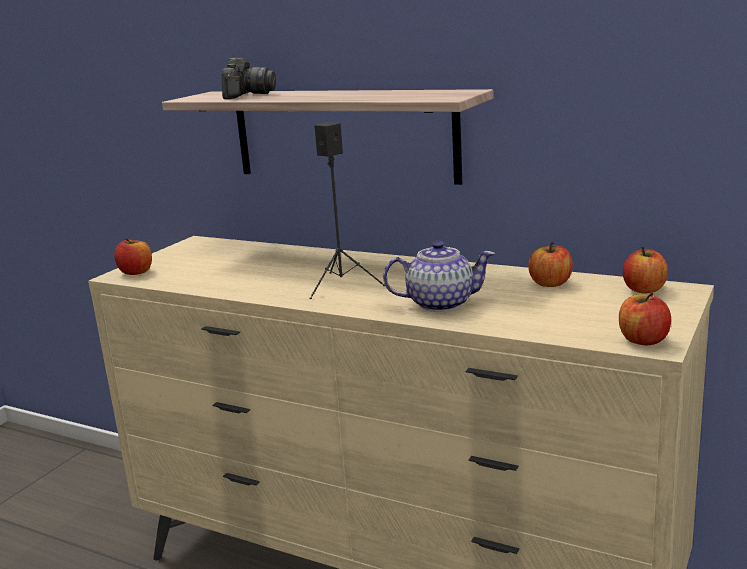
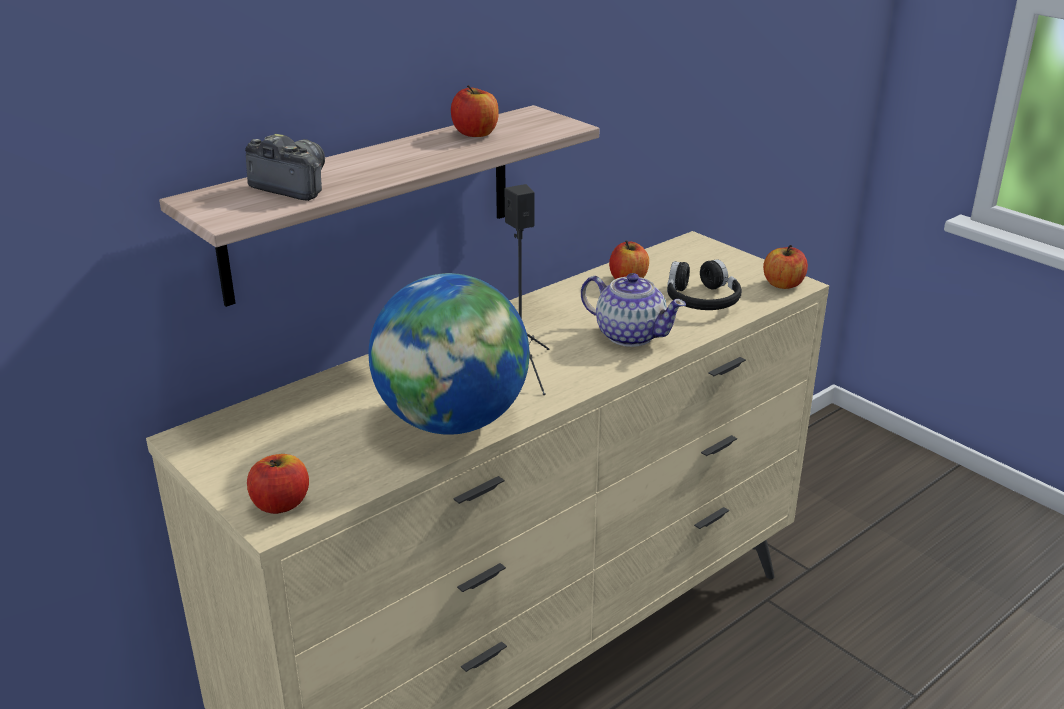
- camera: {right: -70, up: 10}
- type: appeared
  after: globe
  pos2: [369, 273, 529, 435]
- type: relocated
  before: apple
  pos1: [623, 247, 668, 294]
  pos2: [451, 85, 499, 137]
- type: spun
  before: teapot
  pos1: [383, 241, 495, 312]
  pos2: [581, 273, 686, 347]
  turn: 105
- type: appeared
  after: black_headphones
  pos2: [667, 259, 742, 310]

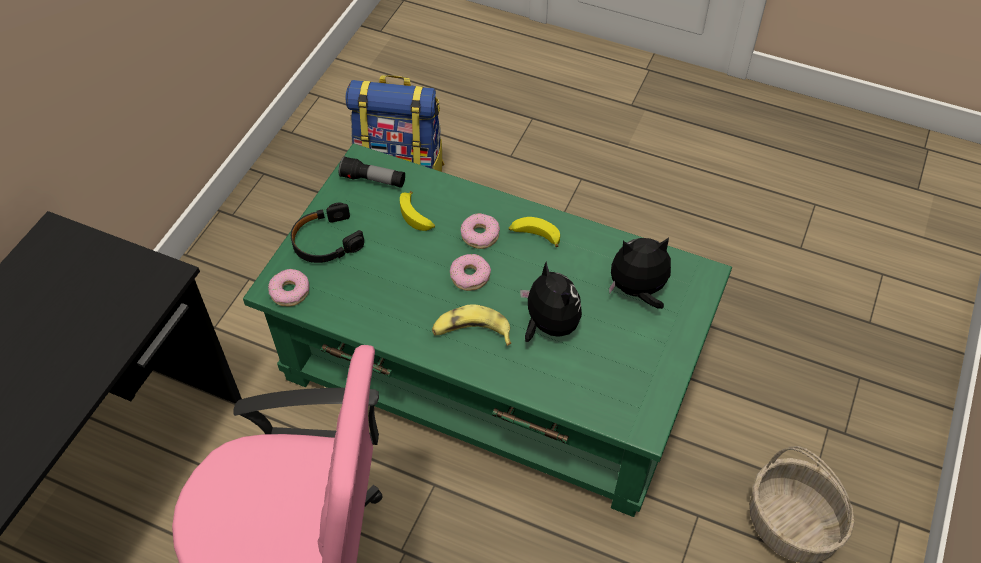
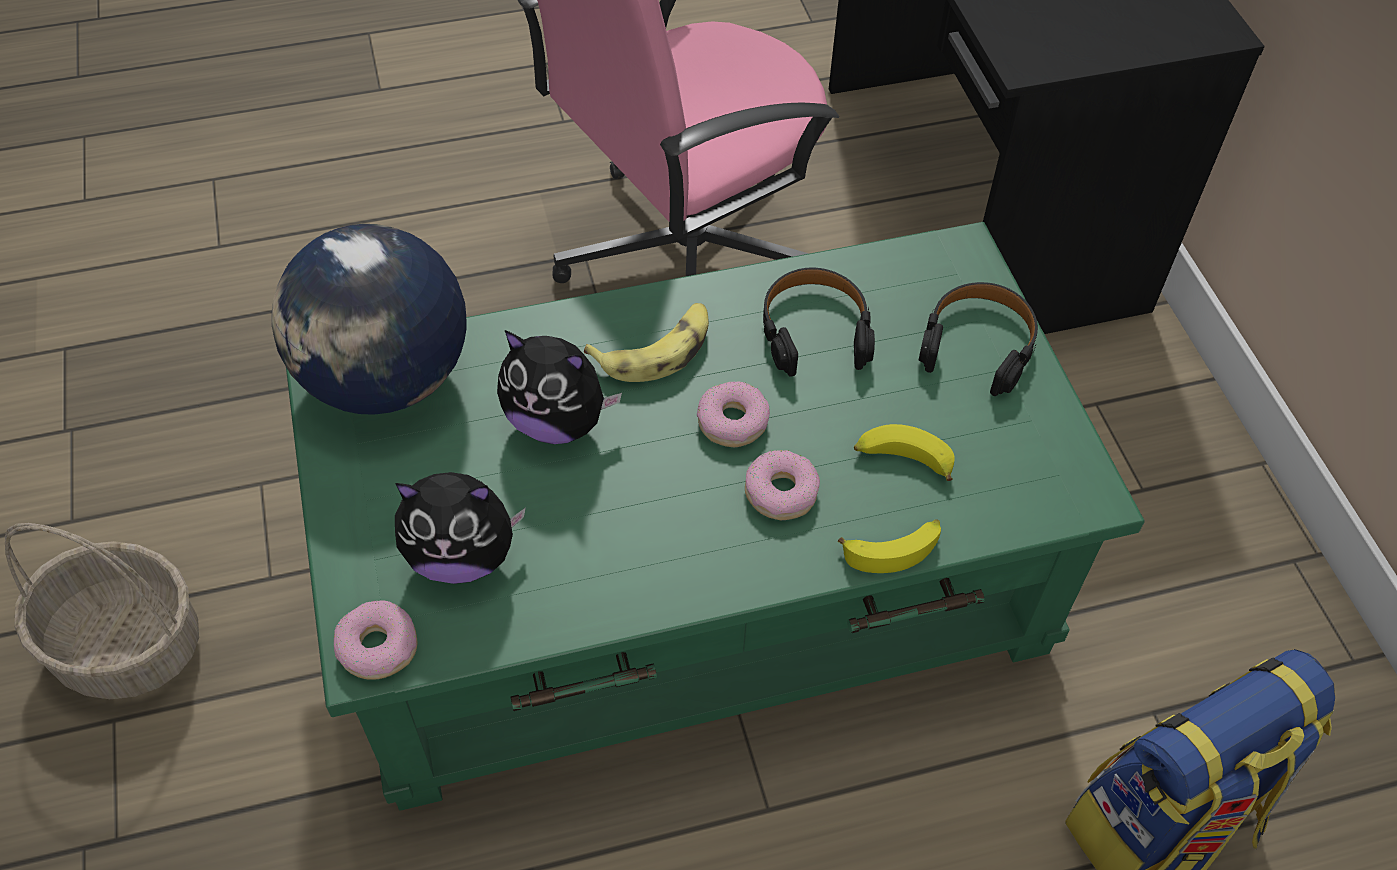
- camera: {right: 140, up: 0}
- type: appeared
  after: globe
  pos2: [272, 224, 467, 415]
- type: relocated
  before: donut
  pos1: [268, 269, 309, 306]
  pos2: [334, 600, 418, 680]
- type: spun
  before: plush_toy
  pos1: [609, 237, 671, 309]
  pos2: [395, 472, 526, 584]
  turn: 45
- type: appeared
  after: black_headphones
  pos2: [763, 268, 875, 377]
- type: relocated
  before: banana
  pos1: [509, 217, 560, 247]
  pos2: [838, 519, 941, 573]
- type: missing
  before: flashlight
  pos1: [339, 156, 405, 188]

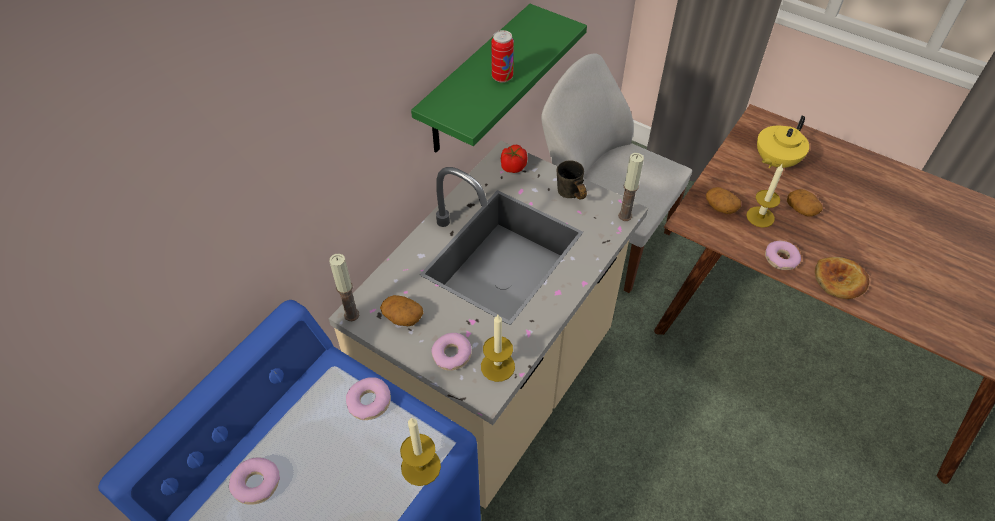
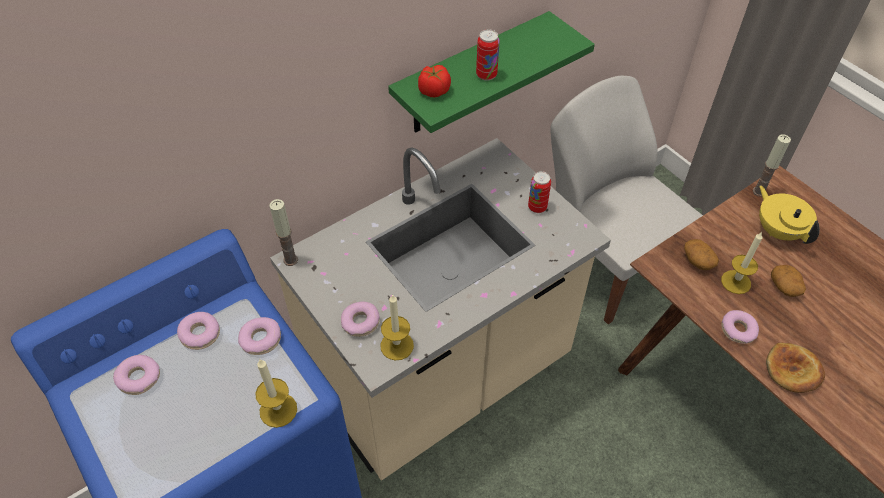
- camera: {right: 20, up: 0}
- type: appeared
  after: donut
  pos2: [177, 312, 220, 350]
- type: relocated
  before: tomato
  pos1: [501, 145, 527, 173]
  pos2: [418, 65, 451, 97]
- type: exchanged
  before: grey_mug
  after: can
  pos1: [557, 160, 587, 199]
  pos2: [528, 171, 551, 213]
- type: relocated
  before: candle
  pos1: [618, 153, 644, 221]
  pos2: [753, 134, 791, 197]
- type: spun
  before: yellow_teapot
  pos1: [757, 115, 809, 168]
  pos2: [759, 185, 820, 244]
  turn: 90
- type: missing
  before: potato
  pos1: [380, 295, 423, 326]

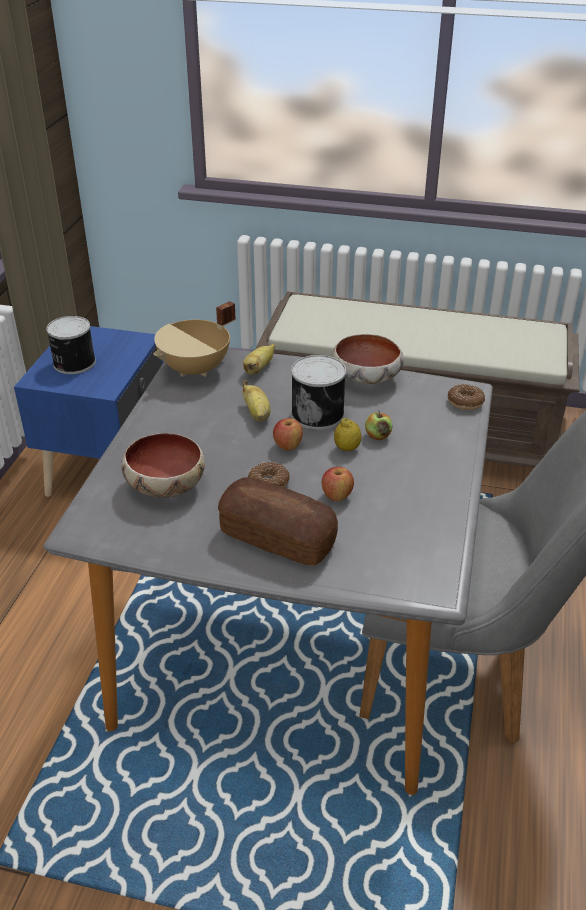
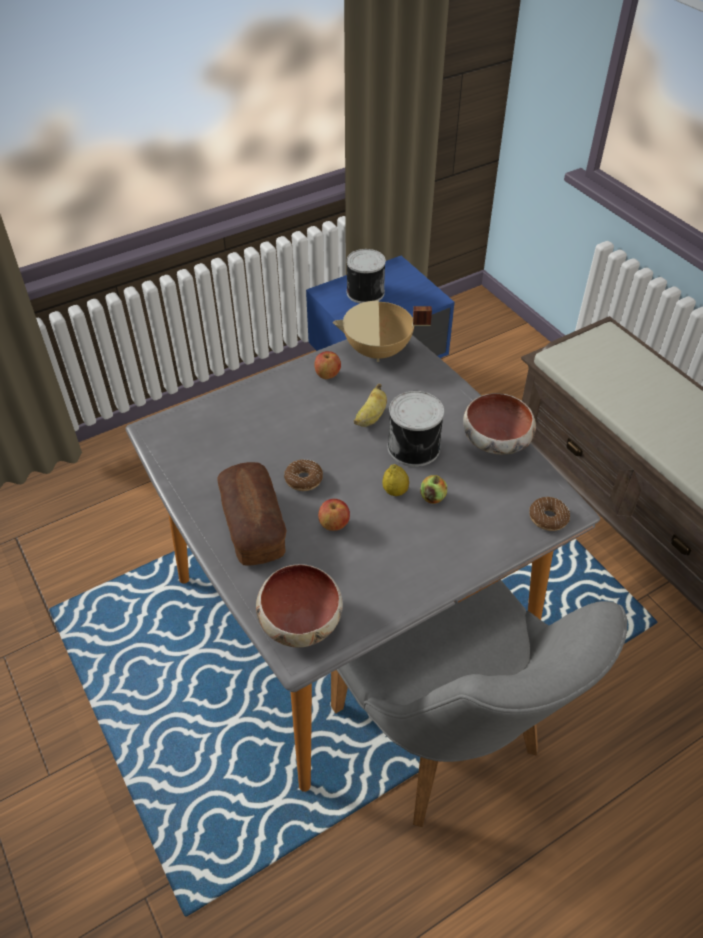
- camera: {right: 45, up: 10}
- type: relocated
  before: bowl
  pos1: [121, 433, 205, 498]
  pos2: [256, 564, 343, 648]
- type: relocated
  before: apple
  pos1: [273, 418, 303, 451]
  pos2: [314, 351, 341, 379]
- type: missing
  before: banana
  pos1: [243, 344, 275, 375]

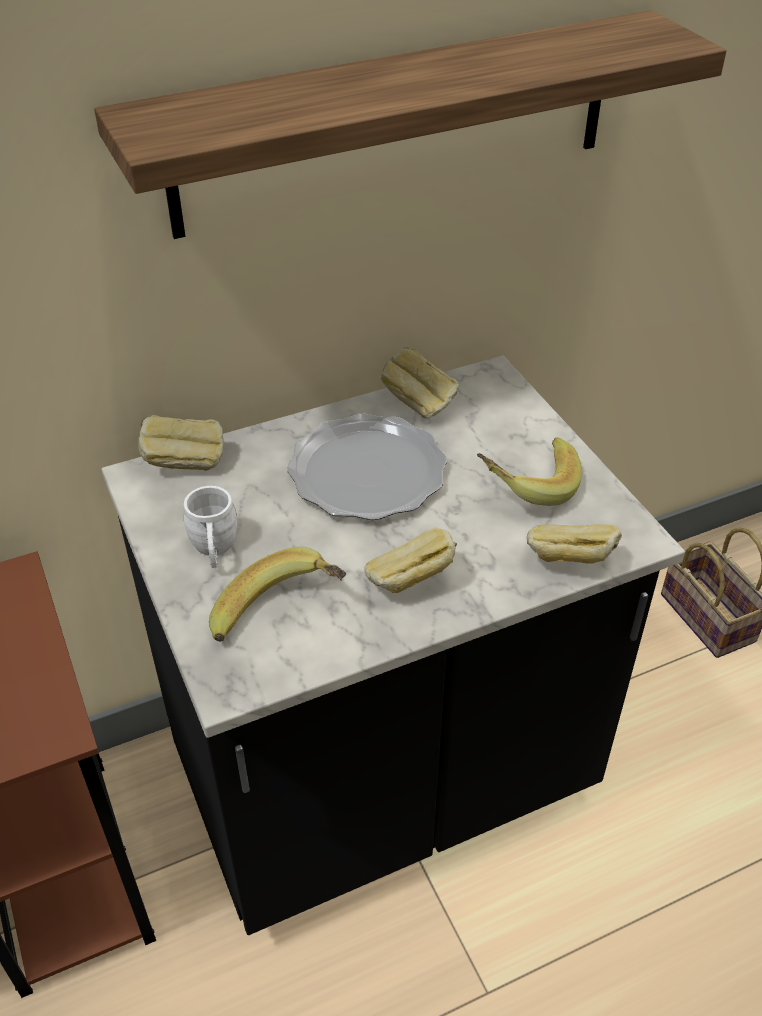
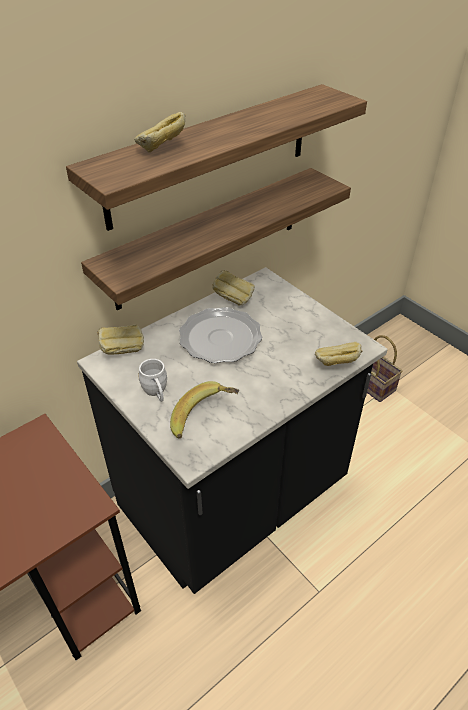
- camera: {right: -15, up: 0}
- type: appeared
  after: shelf
  pos2: [81, 168, 351, 310]
- type: relocated
  before: bread
  pos1: [364, 527, 457, 593]
  pos2: [134, 112, 185, 153]
- type: missing
  before: banana
  pos1: [477, 437, 582, 506]

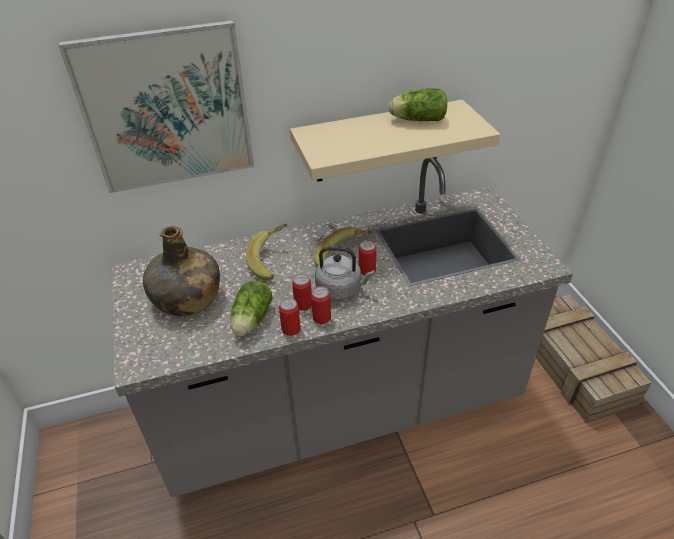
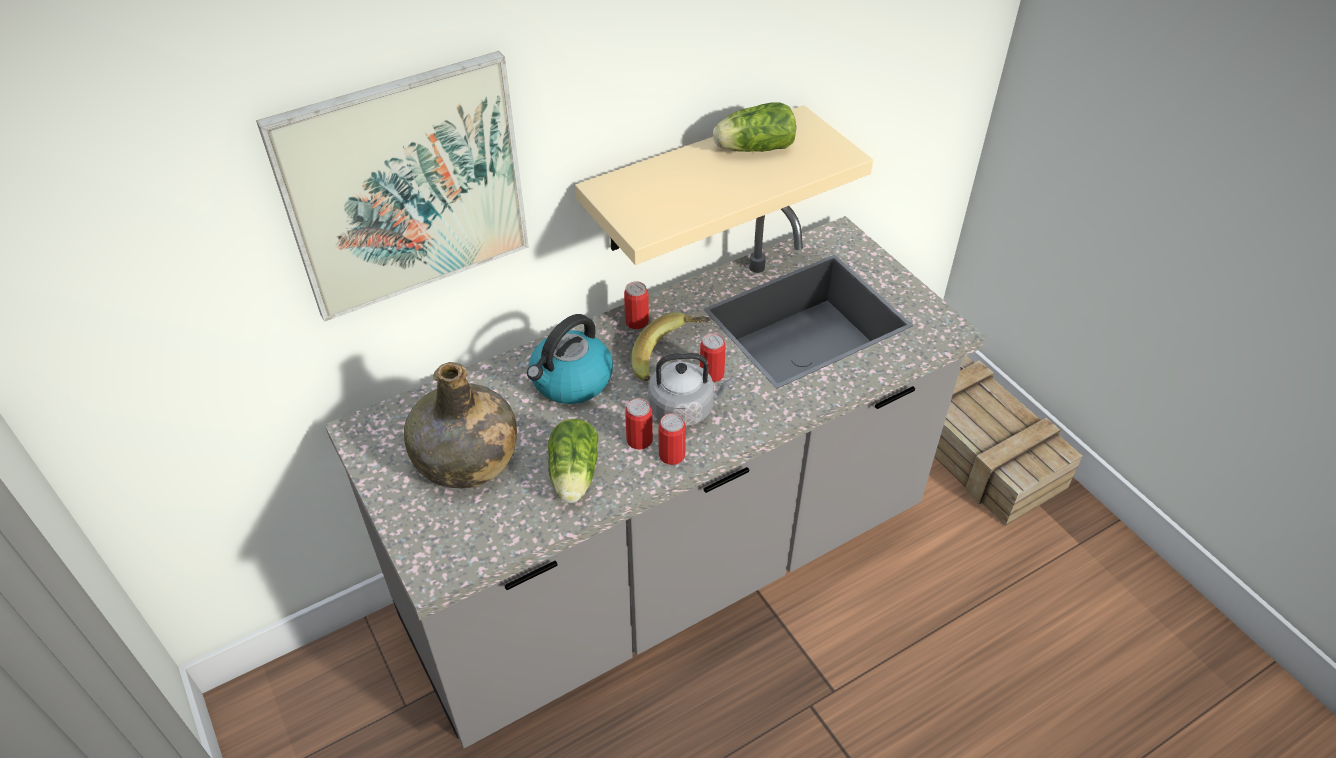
- camera: {right: -15, up: 5}
- type: exchanged
  before: banana
  after: kettle
  pos1: [246, 223, 288, 280]
  pos2: [527, 314, 613, 404]
- type: relocated
  before: can
  pos1: [279, 298, 301, 336]
  pos2: [624, 281, 649, 329]

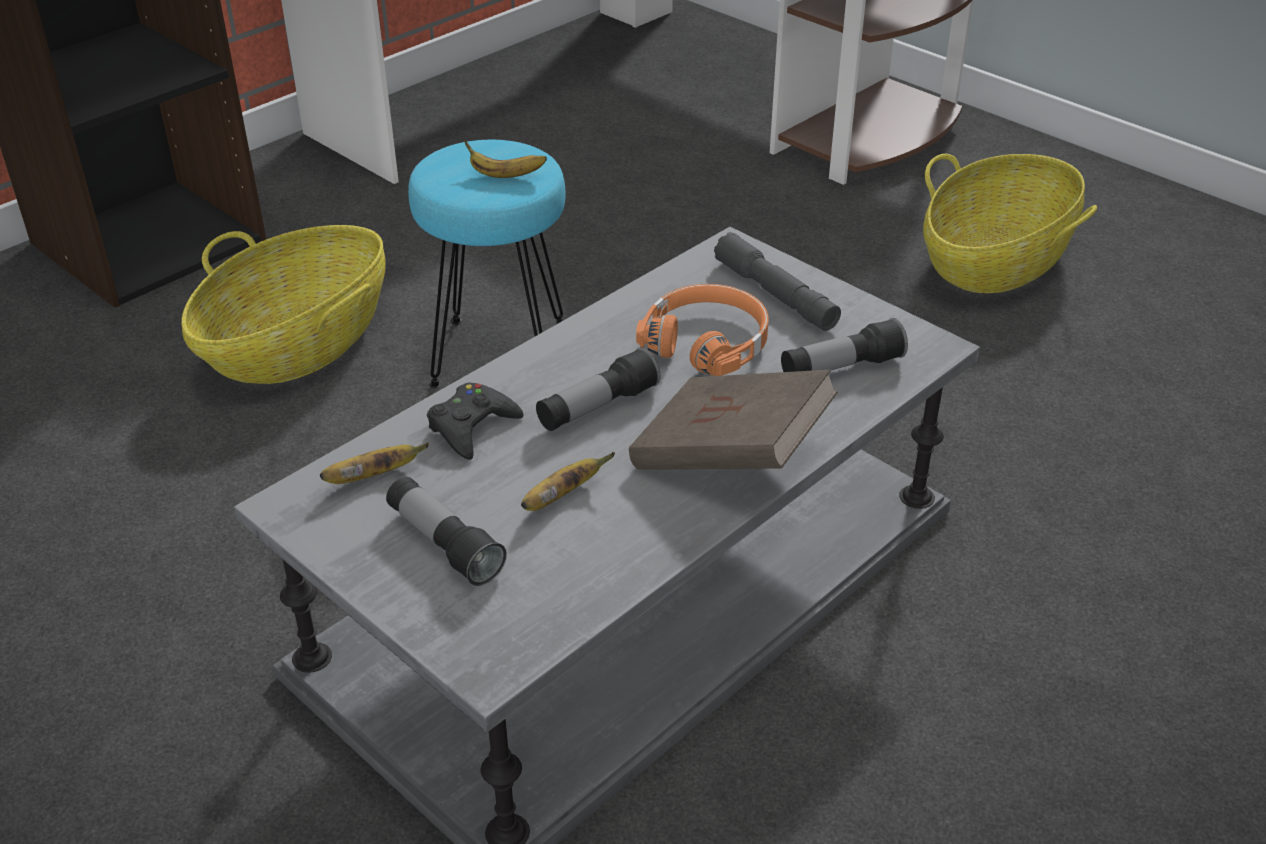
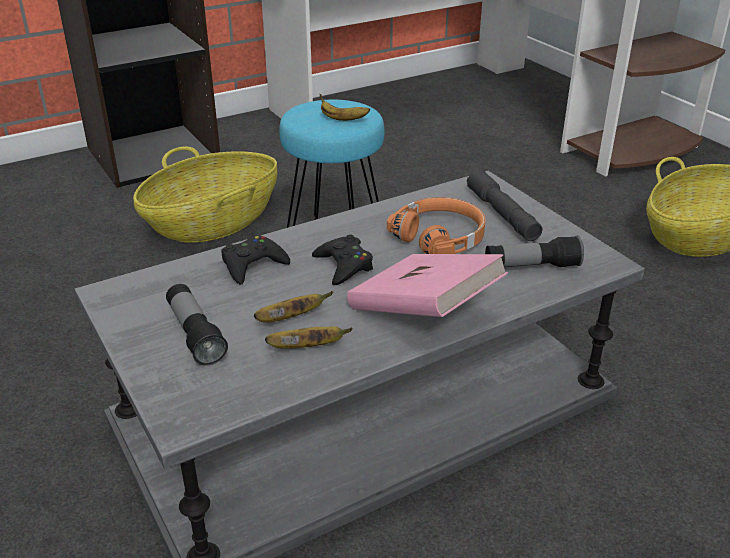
- camera: {right: 15, up: -5}
- type: relocated
  before: banana
  pos1: [320, 443, 429, 484]
  pos2: [265, 327, 353, 349]
- type: exchanged
  before: flashlight
  after: black_game_controller
  pos1: [536, 347, 660, 431]
  pos2: [312, 234, 373, 285]
- type: colour
  before: brown_book
  after: pink_book
  pos1: [629, 370, 838, 470]
  pos2: [347, 254, 508, 317]

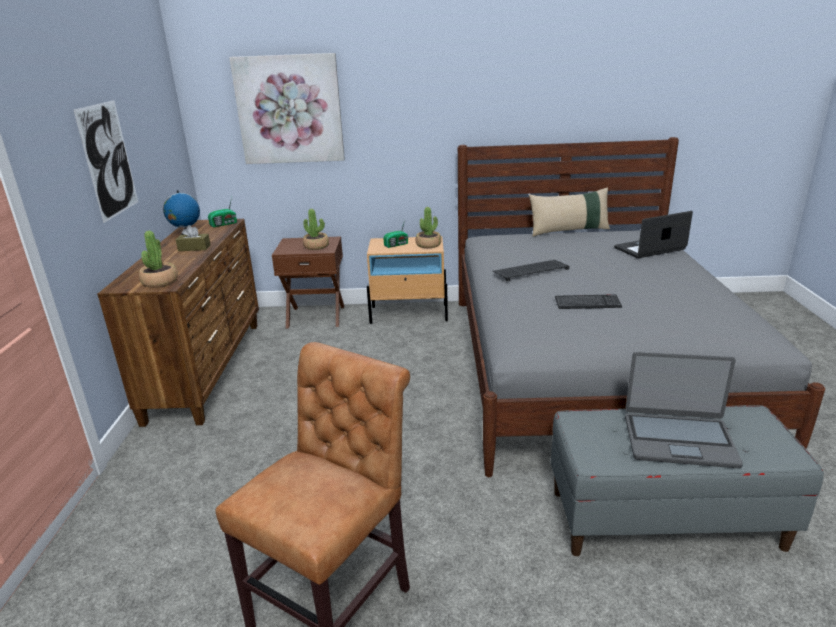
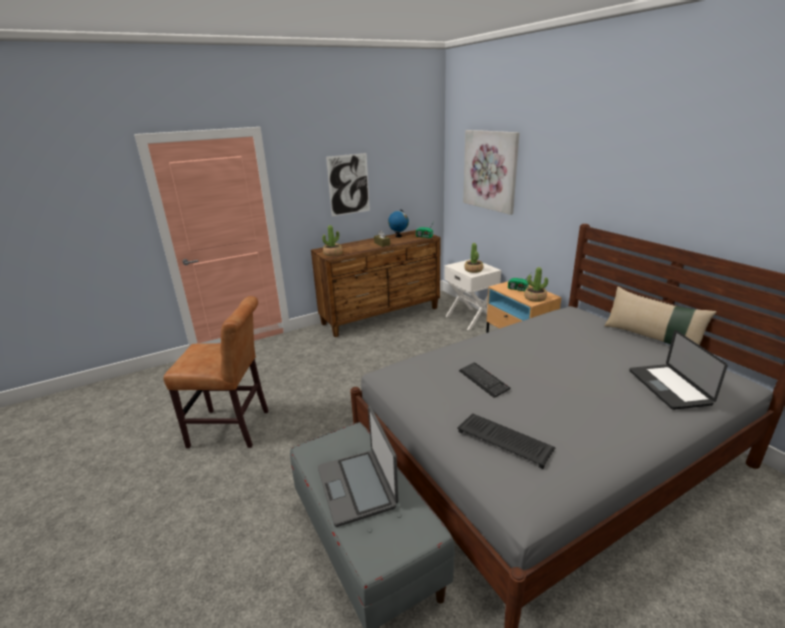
- camera: {right: 60, up: 0}
- type: colour
  before: brown_nightstand
  after: white_nightstand
  pos1: [272, 237, 344, 328]
  pos2: [444, 259, 501, 330]
- type: relocated
  before: keyboard
  pos1: [493, 260, 569, 281]
  pos2: [457, 413, 556, 469]
- type: spun
  before: laptop
  pos1: [614, 211, 693, 258]
  pos2: [629, 330, 728, 410]
  turn: -135

